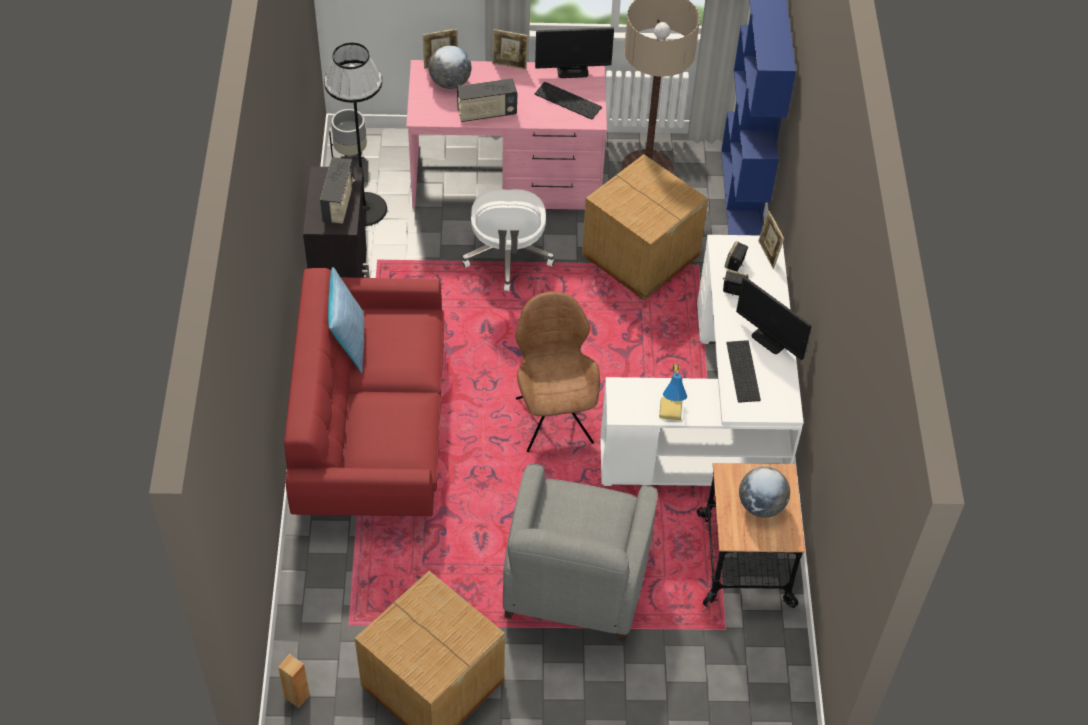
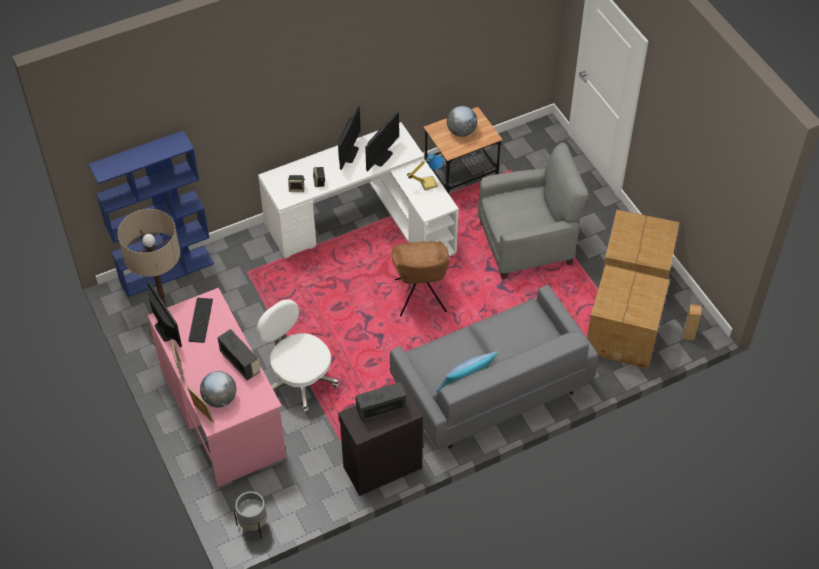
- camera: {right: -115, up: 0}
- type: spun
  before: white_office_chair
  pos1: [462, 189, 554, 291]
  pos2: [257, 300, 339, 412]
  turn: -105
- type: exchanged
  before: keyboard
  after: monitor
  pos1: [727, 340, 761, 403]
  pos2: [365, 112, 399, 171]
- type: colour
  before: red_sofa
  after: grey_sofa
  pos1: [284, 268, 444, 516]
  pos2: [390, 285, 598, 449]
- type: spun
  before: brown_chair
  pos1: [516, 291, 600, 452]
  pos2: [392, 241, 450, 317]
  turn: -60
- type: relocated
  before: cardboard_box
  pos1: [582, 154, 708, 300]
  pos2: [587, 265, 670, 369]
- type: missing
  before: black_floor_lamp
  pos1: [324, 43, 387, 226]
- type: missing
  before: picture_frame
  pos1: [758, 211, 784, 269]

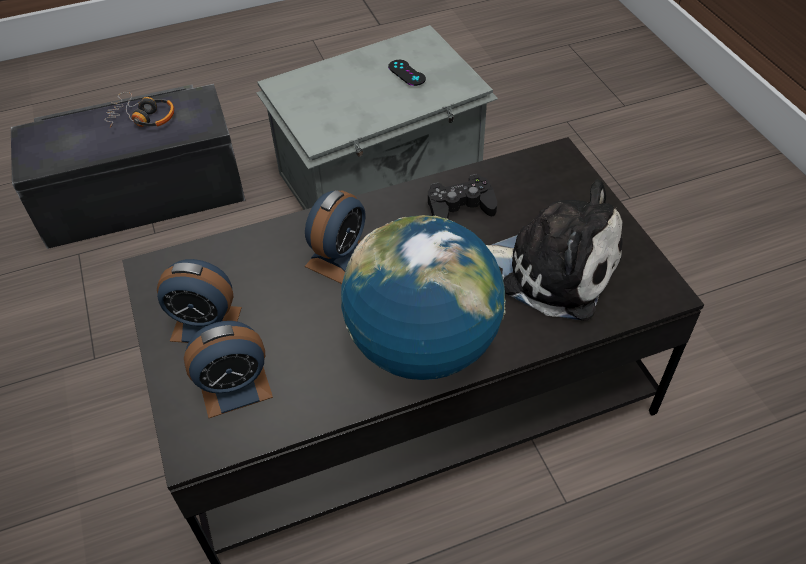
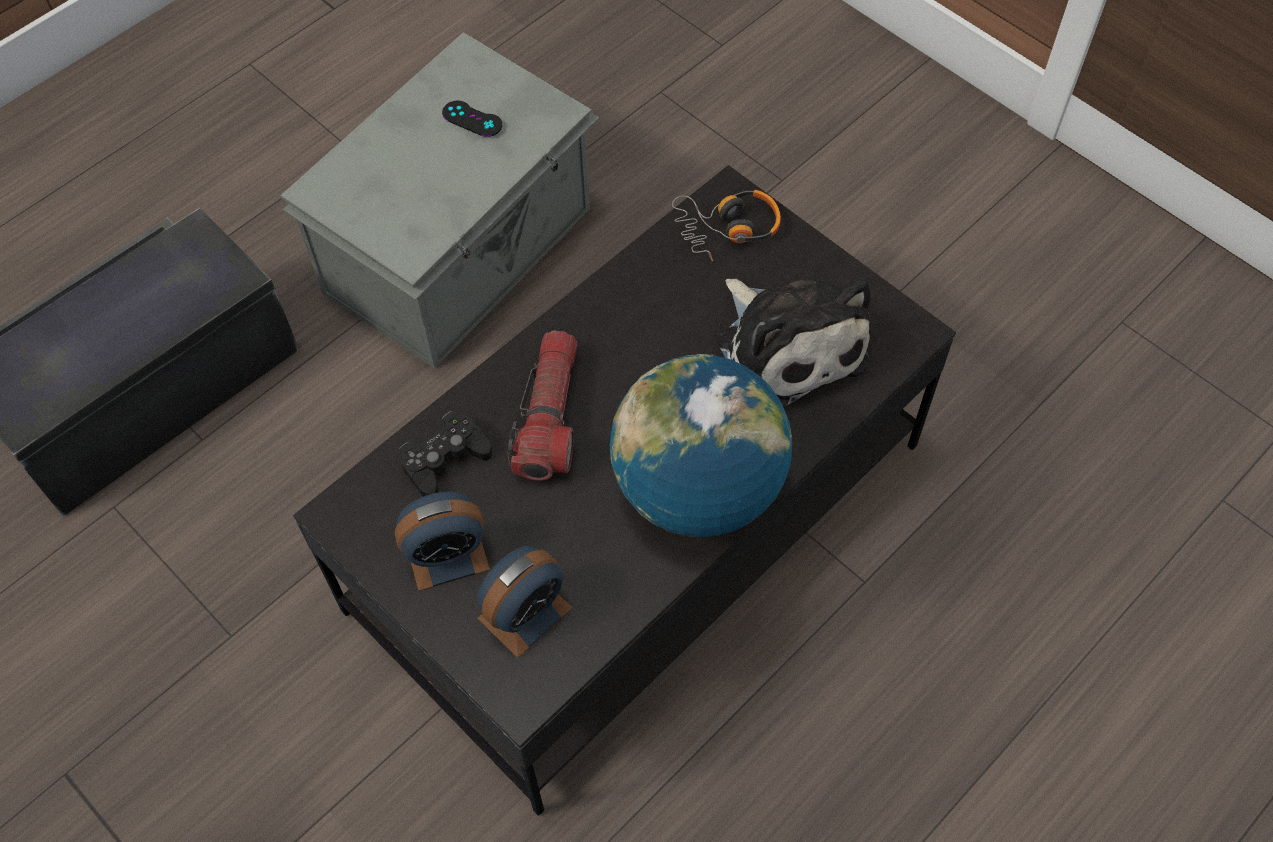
- camera: {right: -25, up: 10}
- type: relocated
  before: black_game_controller
  pos1: [428, 174, 497, 219]
  pos2: [399, 411, 492, 497]
- type: exchanged
  before: alarm_clock
  after: flashlight
  pos1: [305, 190, 365, 284]
  pos2: [507, 331, 577, 481]
- type: relocated
  before: headphones
  pos1: [105, 92, 174, 128]
  pos2: [672, 190, 781, 262]
- type: spun
  before: plush_toy
  pos1: [486, 179, 623, 321]
  pos2: [717, 278, 871, 408]
  turn: 60

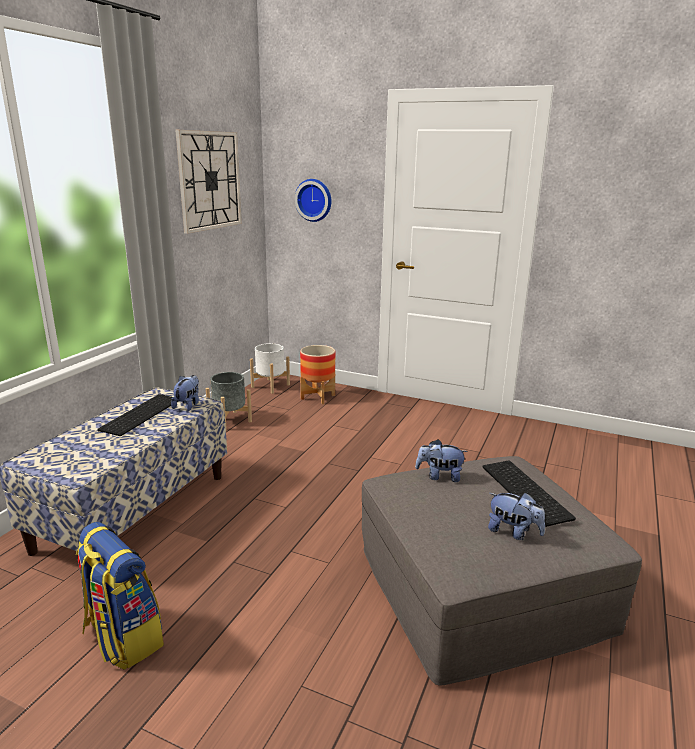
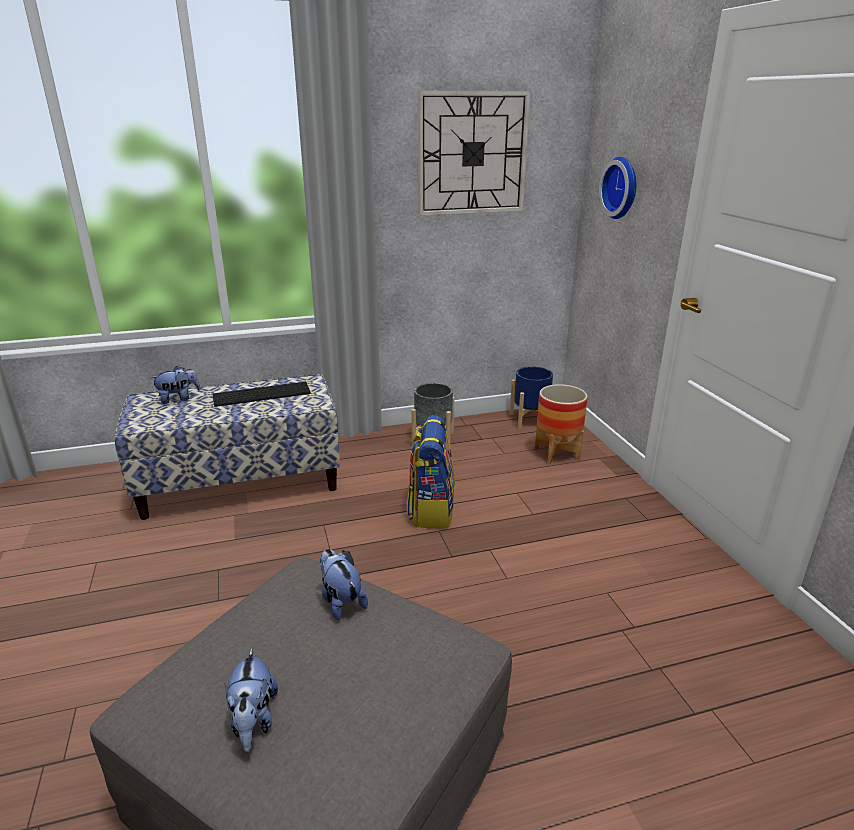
- camera: {right: 50, up: 5}
- type: relocated
  before: plush_toy
  pos1: [171, 375, 199, 411]
  pos2: [151, 366, 200, 404]
- type: relocated
  before: backpack
  pos1: [76, 522, 164, 670]
  pos2: [407, 416, 455, 528]
- type: colour
  before: white_planter
  after: blue_planter
  pos1: [250, 343, 290, 394]
  pos2: [510, 366, 553, 429]
- type: missing
  before: keyboard
  pos1: [483, 460, 576, 527]

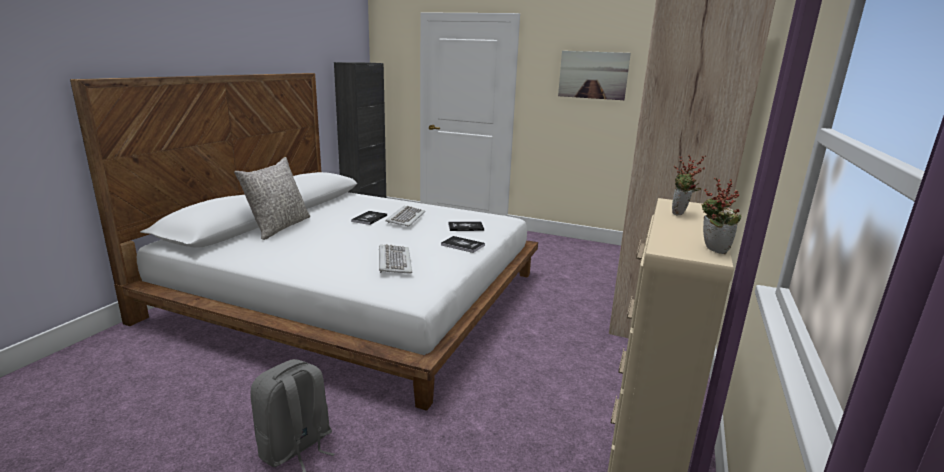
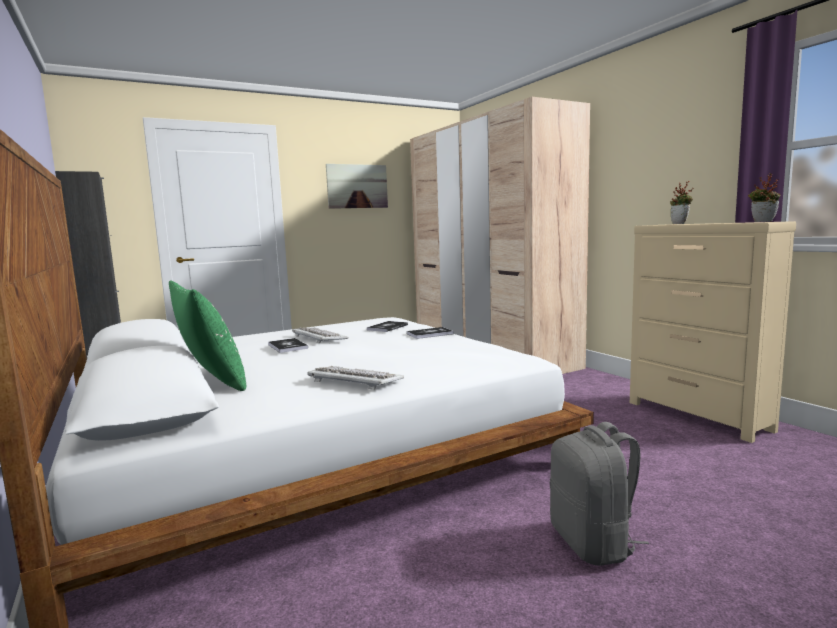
- camera: {right: -50, up: -10}
- type: colour
  before: grey_pillow
  after: green_pillow
  pos1: [234, 157, 310, 240]
  pos2: [169, 281, 246, 391]
- type: relocated
  before: keyboard
  pos1: [379, 244, 412, 274]
  pos2: [307, 366, 404, 390]

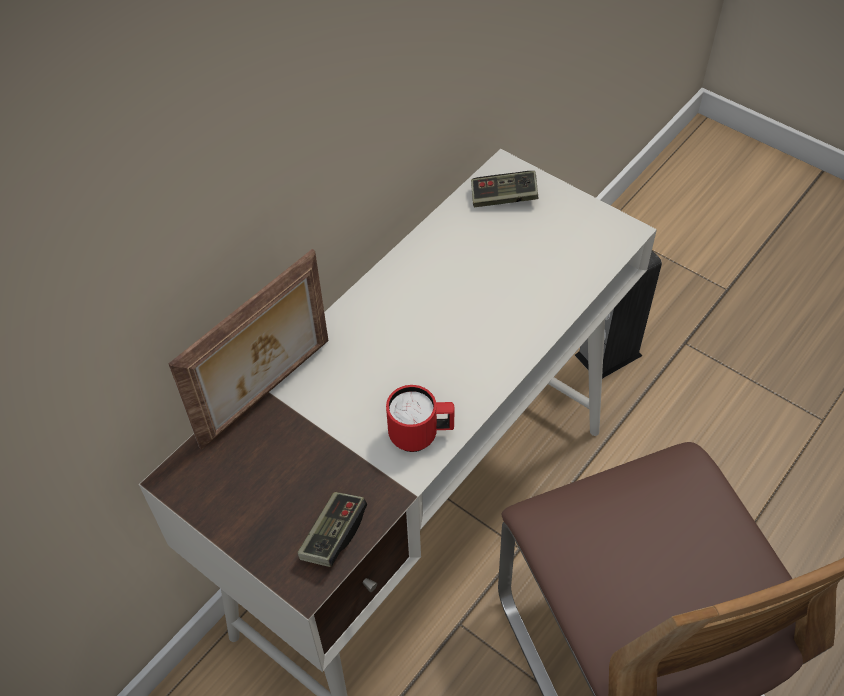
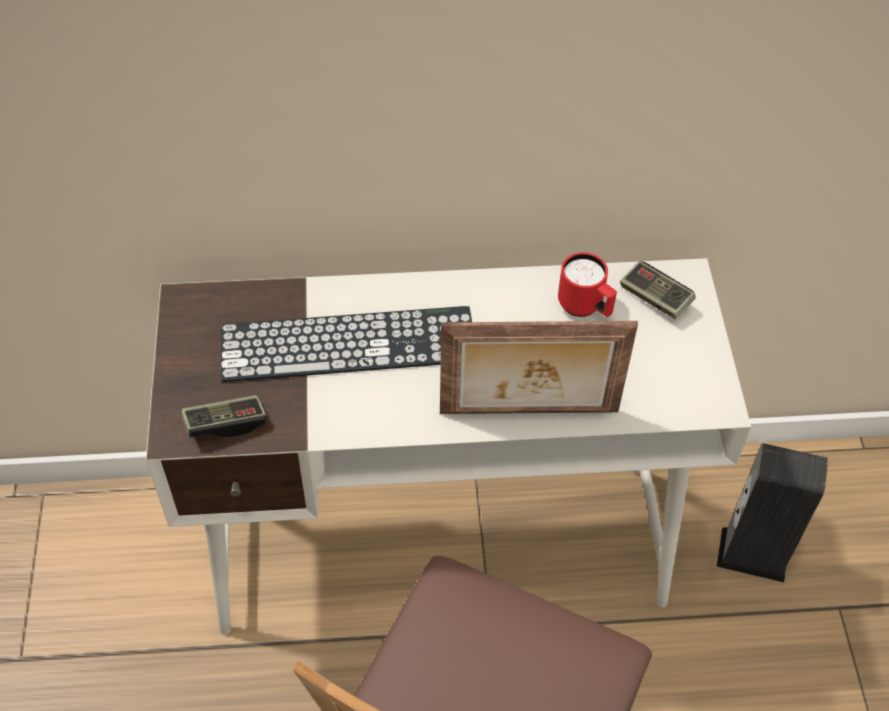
- camera: {right: 45, up: 0}
- type: appeared
  after: keyboard
  pos2: [221, 306, 472, 382]
- type: relocated
  before: picture_frame
  pos1: [168, 249, 328, 450]
  pos2: [440, 321, 638, 414]
- type: relocated
  before: red_mug
  pos1: [386, 385, 455, 452]
  pos2: [558, 252, 617, 317]

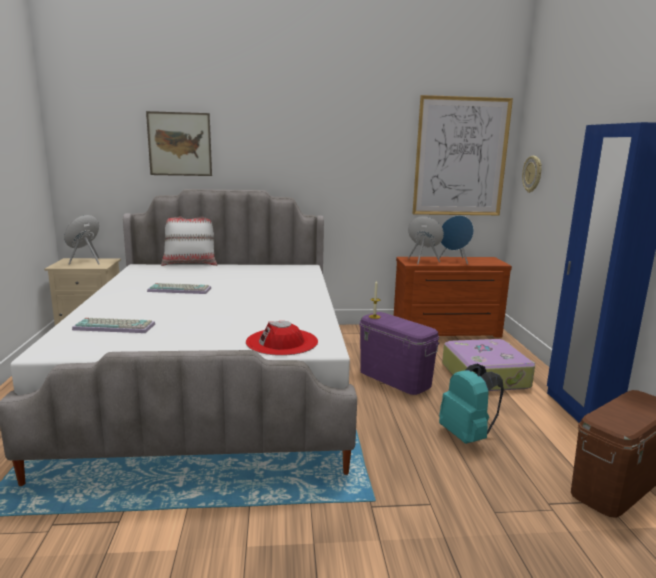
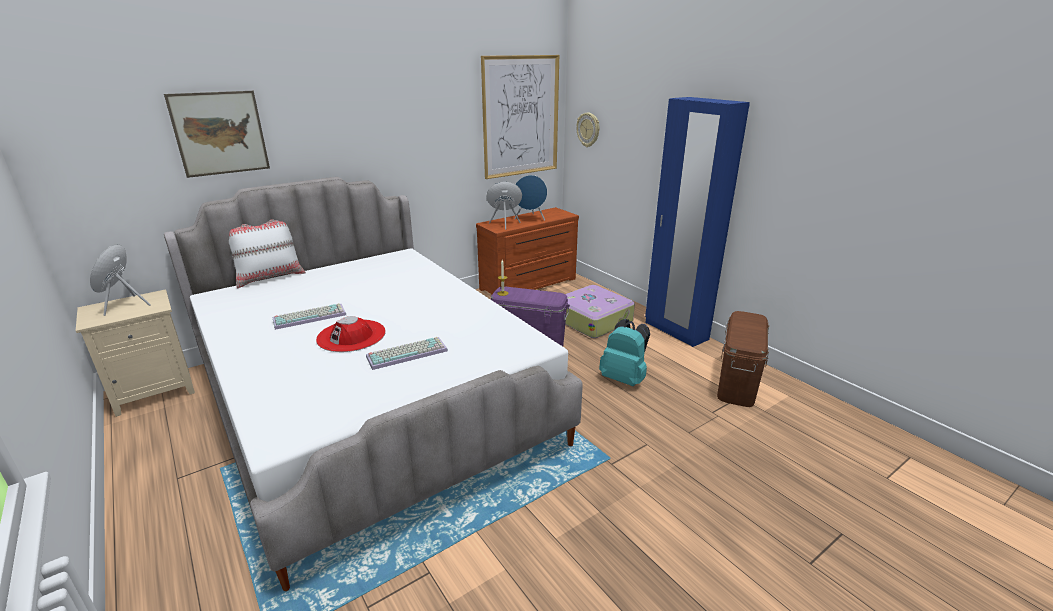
- camera: {right: -30, up: 10}
- type: relocated
  before: red_hat
  pos1: [246, 321, 318, 356]
  pos2: [316, 316, 386, 352]
- type: relocated
  before: keyboard
  pos1: [72, 318, 155, 333]
  pos2: [366, 337, 448, 370]

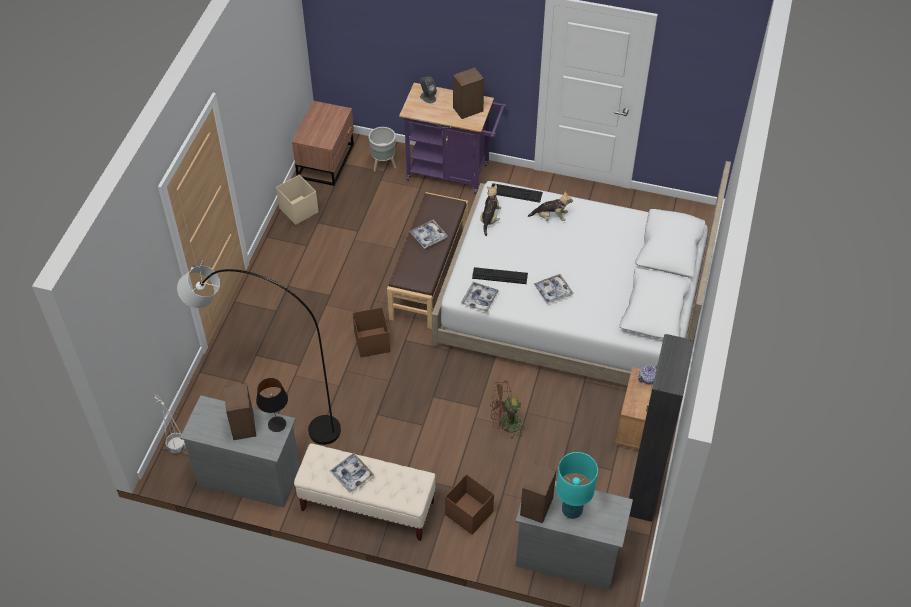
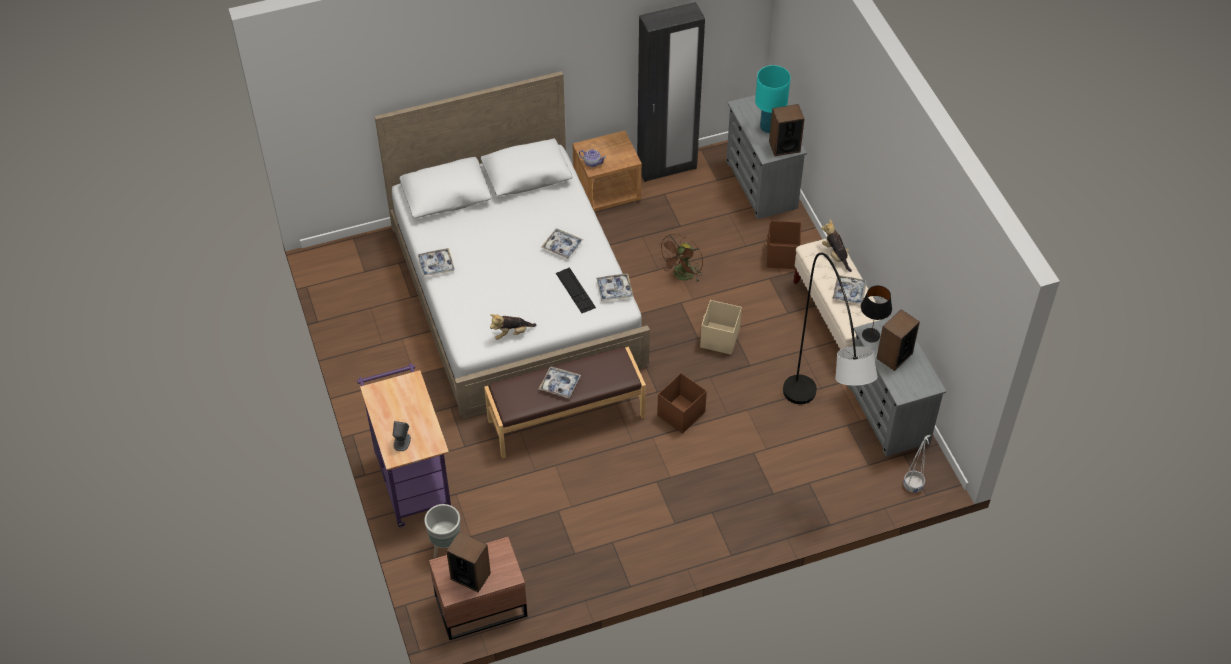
- camera: {right: -125, up: 0}
- type: appeared
  after: tray
  pos2: [418, 248, 455, 277]
- type: relocated
  before: speaker
  pos1: [453, 68, 484, 119]
  pos2: [446, 532, 491, 592]
- type: spun
  before: brown_fan
  pos1: [490, 381, 529, 440]
  pos2: [657, 234, 703, 282]
  turn: 75
- type: relocated
  before: beige_storage_box
  pos1: [276, 175, 319, 225]
  pos2: [700, 300, 742, 355]
- type: relocated
  before: plush_toy
  pos1: [528, 191, 573, 221]
  pos2: [822, 219, 852, 272]
- type: missing
  before: keyboard
  pos1: [491, 183, 543, 203]

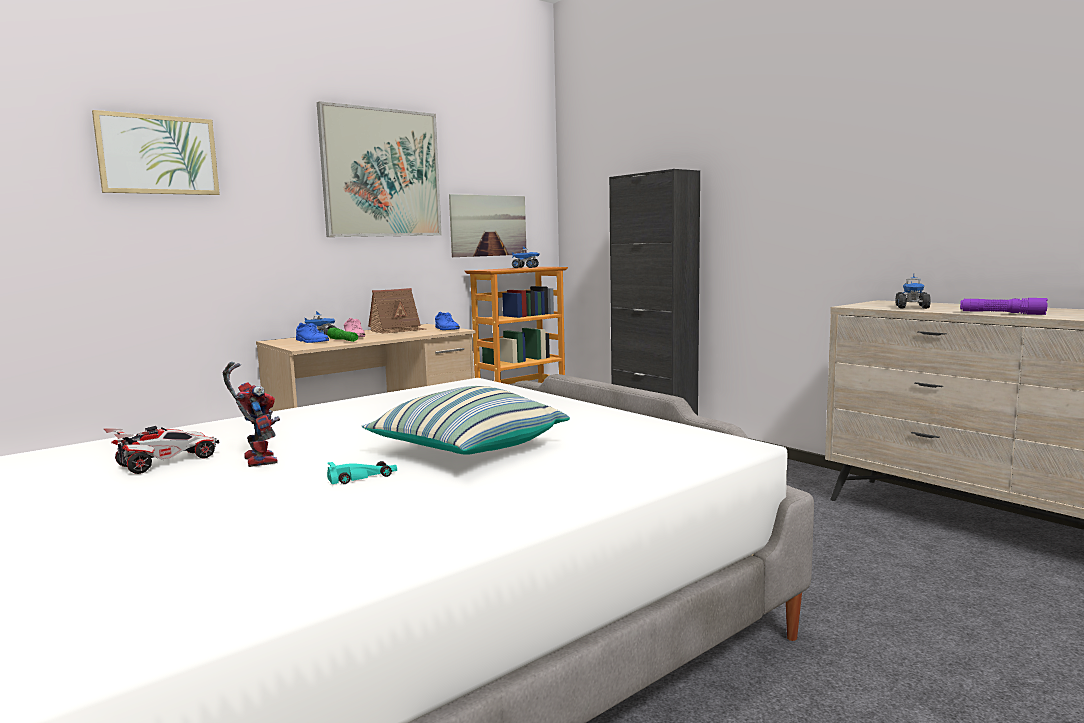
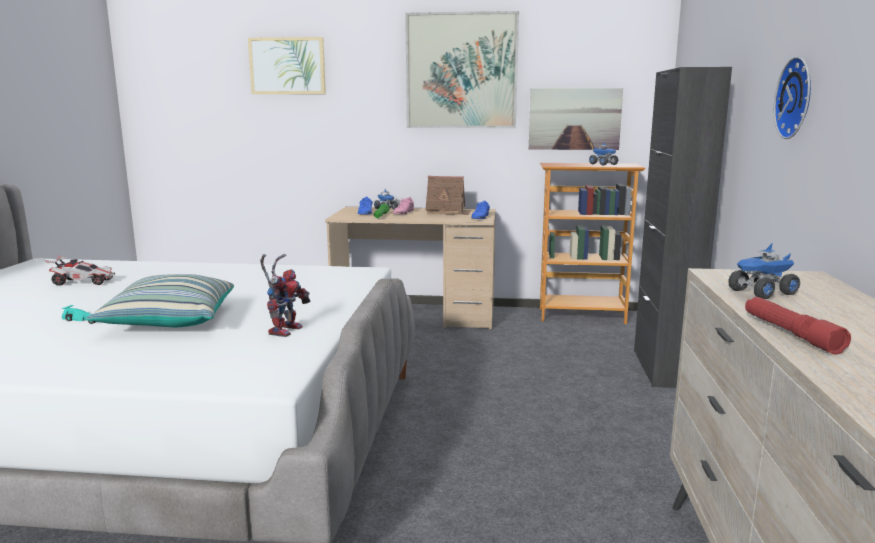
- camera: {right: 45, up: 5}
- type: relocated
  before: toy_robot
  pos1: [223, 362, 280, 467]
  pos2: [260, 254, 310, 337]
- type: colour
  before: purple_flashlight
  after: red_flashlight
  pos1: [960, 298, 1048, 315]
  pos2: [745, 297, 851, 355]
- type: appeared
  after: wall_clock
  pos2: [774, 56, 811, 139]

